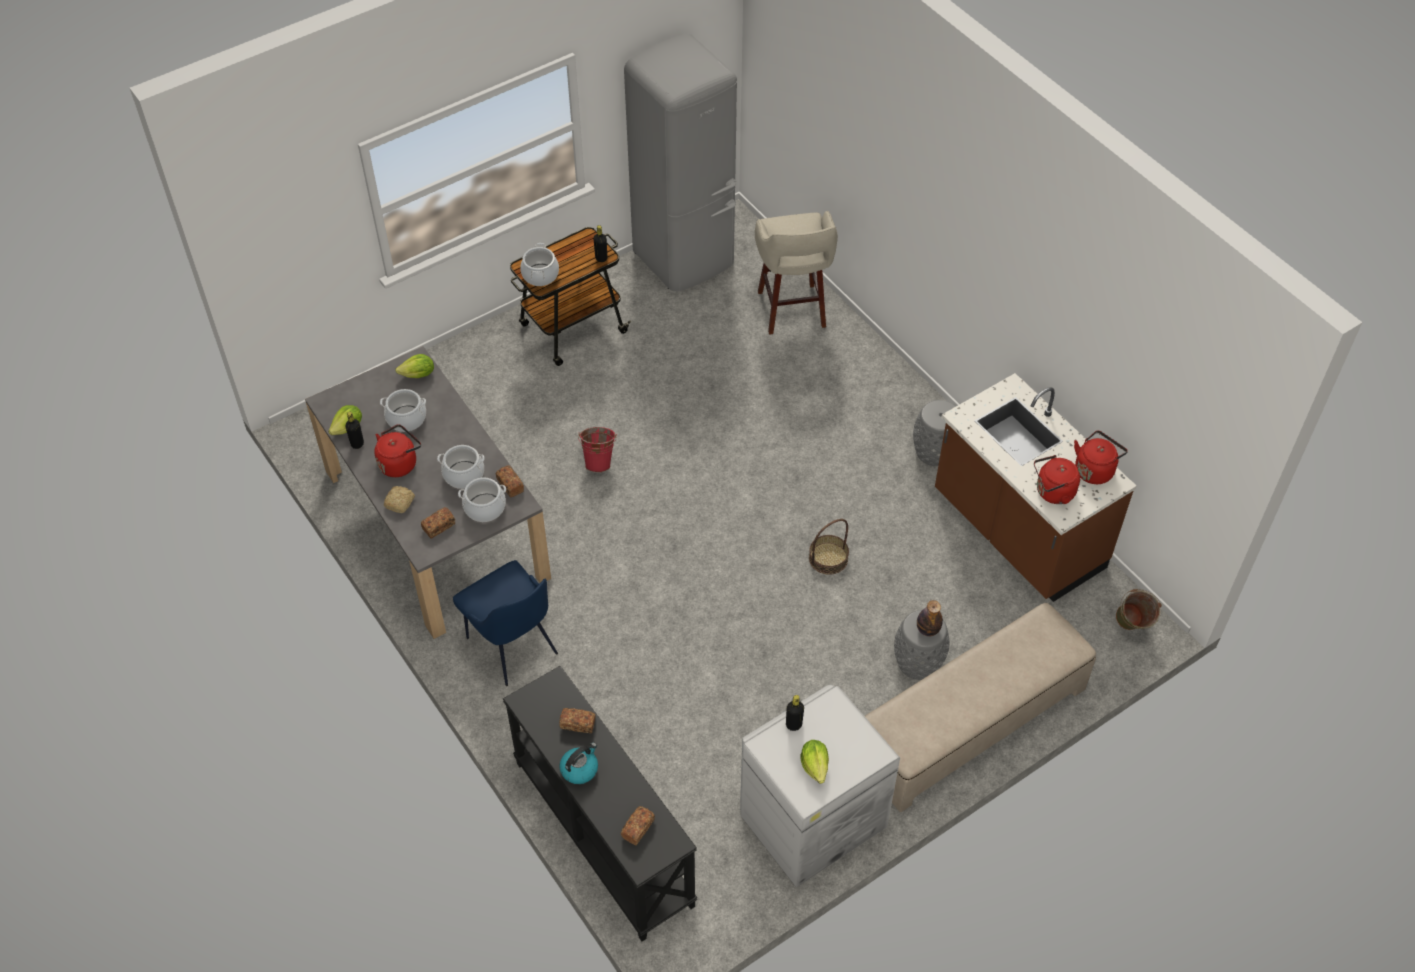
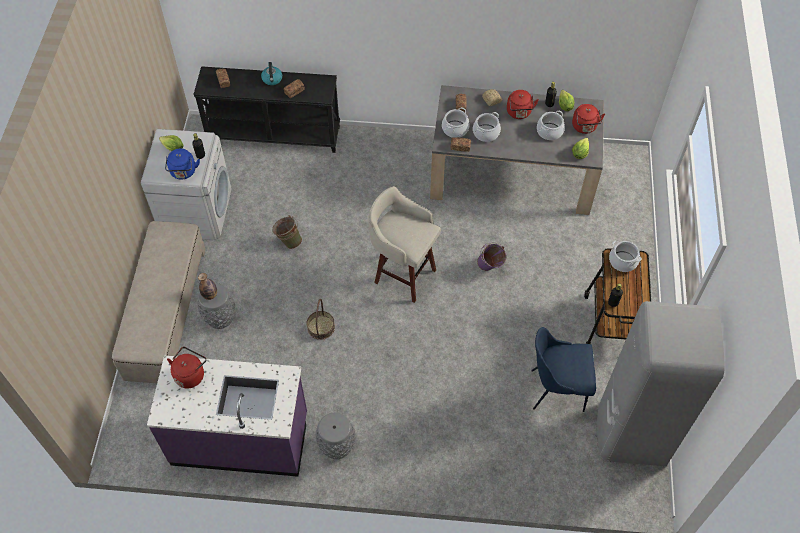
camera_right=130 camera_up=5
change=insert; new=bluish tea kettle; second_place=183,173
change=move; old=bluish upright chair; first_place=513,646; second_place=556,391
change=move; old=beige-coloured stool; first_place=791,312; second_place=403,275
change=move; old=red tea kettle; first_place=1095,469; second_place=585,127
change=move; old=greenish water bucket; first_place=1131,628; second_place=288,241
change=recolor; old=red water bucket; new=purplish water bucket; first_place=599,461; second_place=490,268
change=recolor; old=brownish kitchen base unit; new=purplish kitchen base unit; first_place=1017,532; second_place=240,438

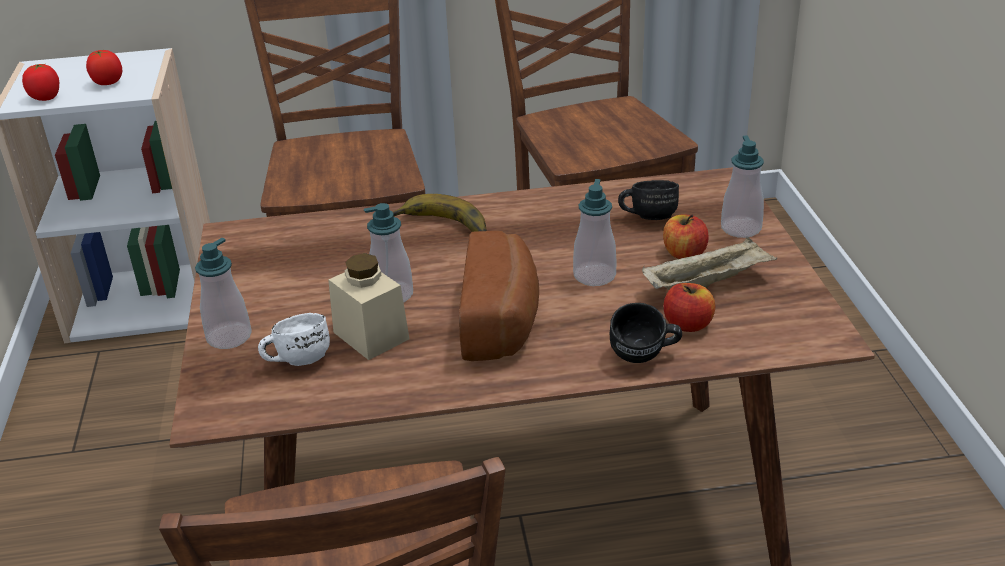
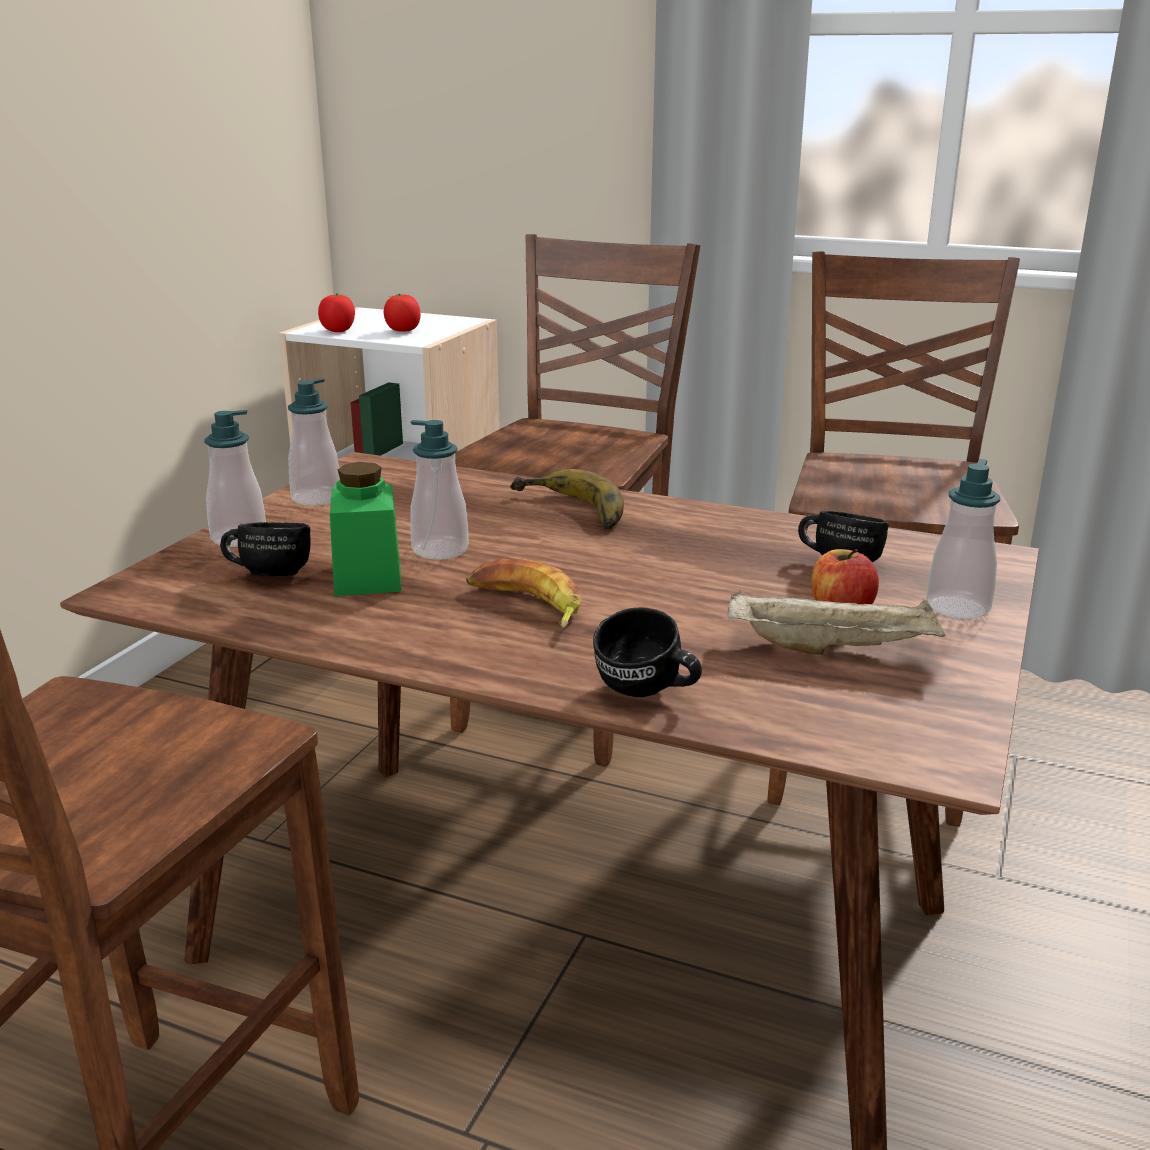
camera_right=30 camera_up=-10
change=delete; old=apple fruit; first_place=688,324
change=move; old=liquid soap bottle; first_place=594,275; second_place=316,498
change=replace; old=baked bread; new=whole banana; first_place=503,319; second_place=526,605
change=recolor; old=white mug; new=black mug; first_place=297,359; second_place=269,574
change=recolor; old=beige-coloured jar; new=greenish jar; first_place=371,335; second_place=368,577

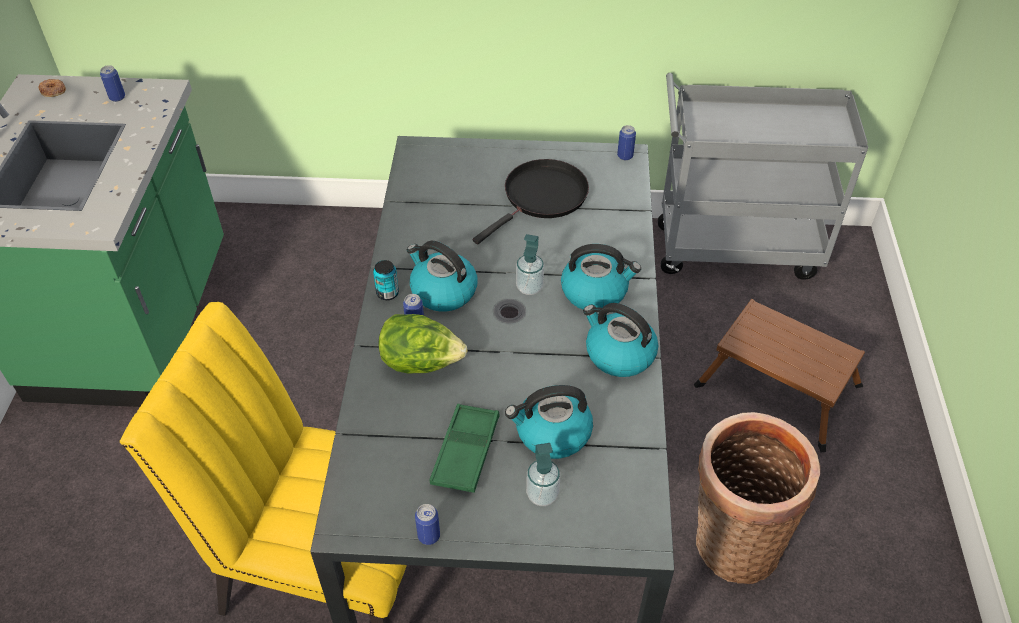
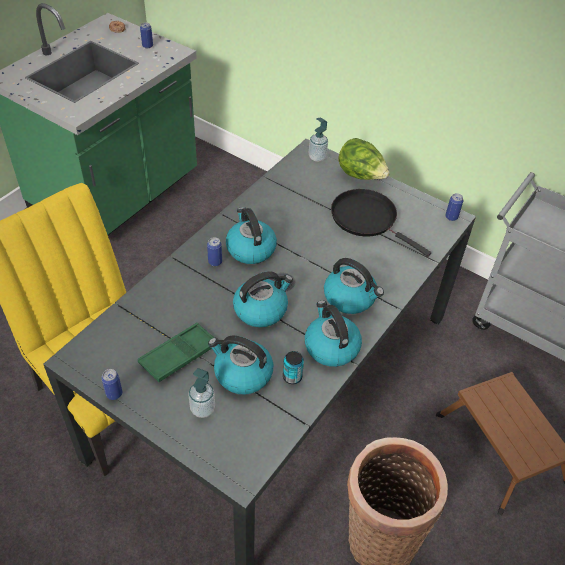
camera_right=30 camera_up=0
change=insert; new=tea kettle; second_place=261,309
change=move; old=metal can; first_place=387,293; second_place=292,377
change=move; old=head of lettuce; first_place=421,363; second_place=361,175
change=move; old=liquid soap bottle; first_place=529,287; second_place=317,157
change=rotate; old=black skillet; first_place=542,197; second_place=367,219; degrees=-120

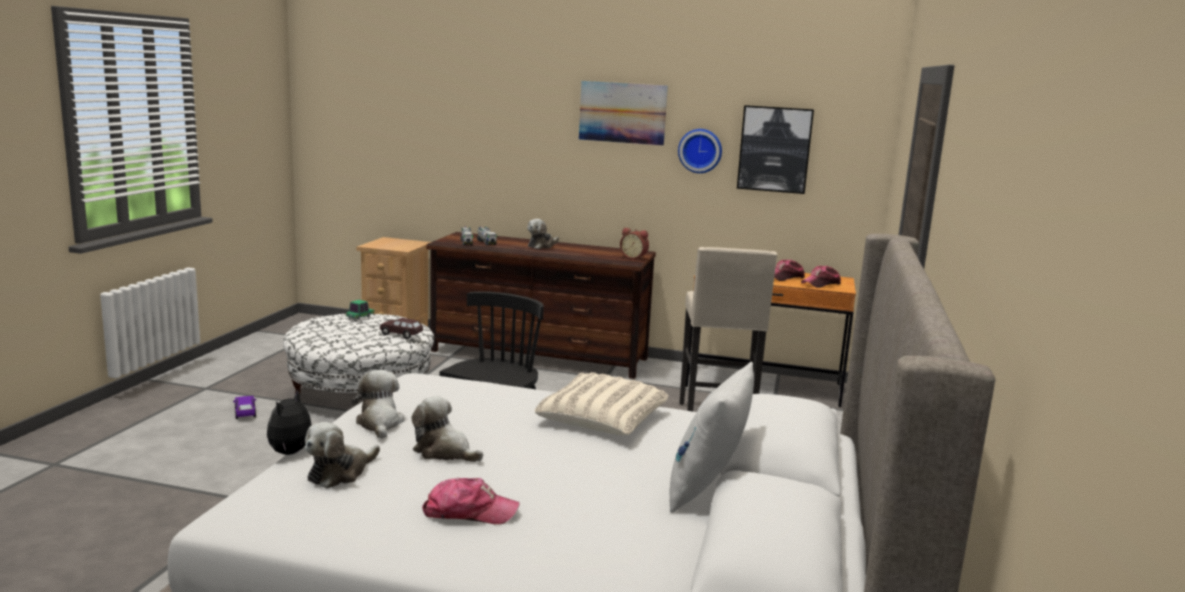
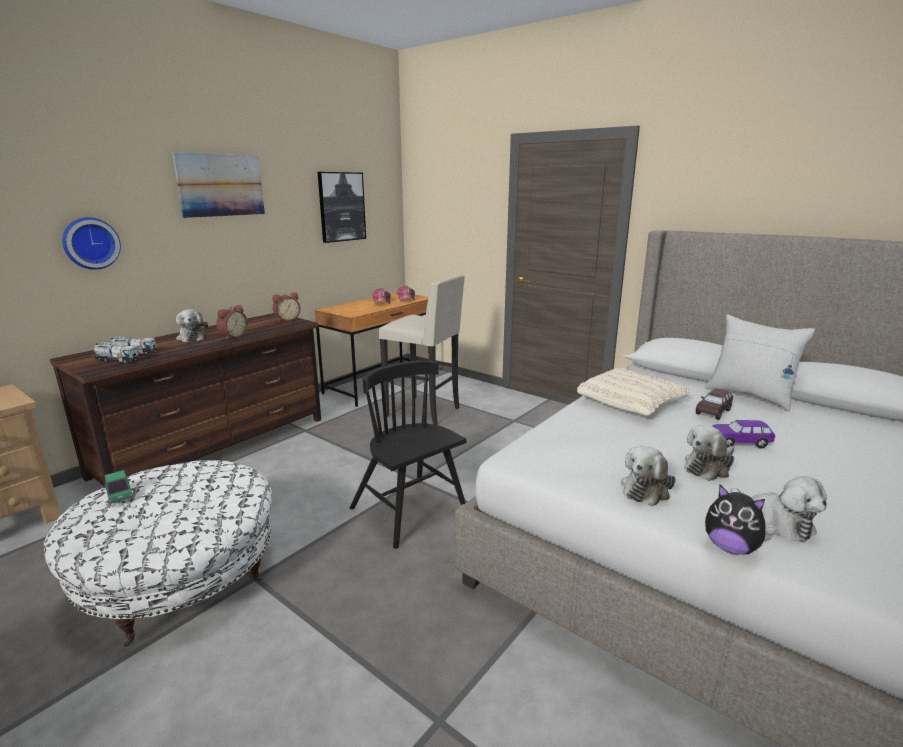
camera_right=-65 camera_up=5
change=delete; old=cap; first_place=469,512
change=insert; new=bedside clock; second_place=232,336
change=move; old=purplish model car; first_place=245,413; second_place=740,442
change=move; old=brownish model car; first_place=401,334; second_place=713,412
change=move; old=wall clock; first_place=700,150; second_place=90,243
change=rotate; old=plush toy; first_place=379,423; second_place=646,489; degrees=-60

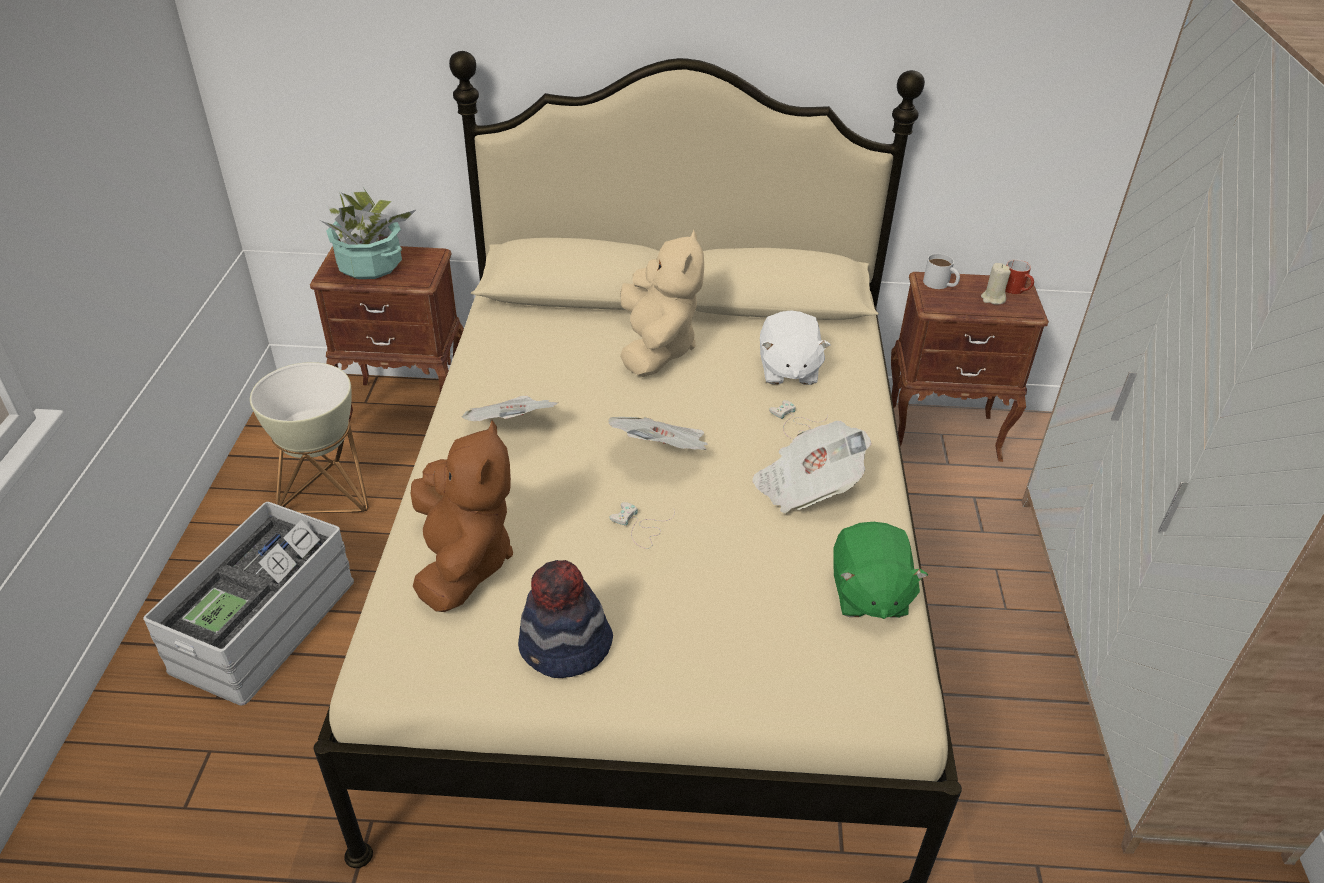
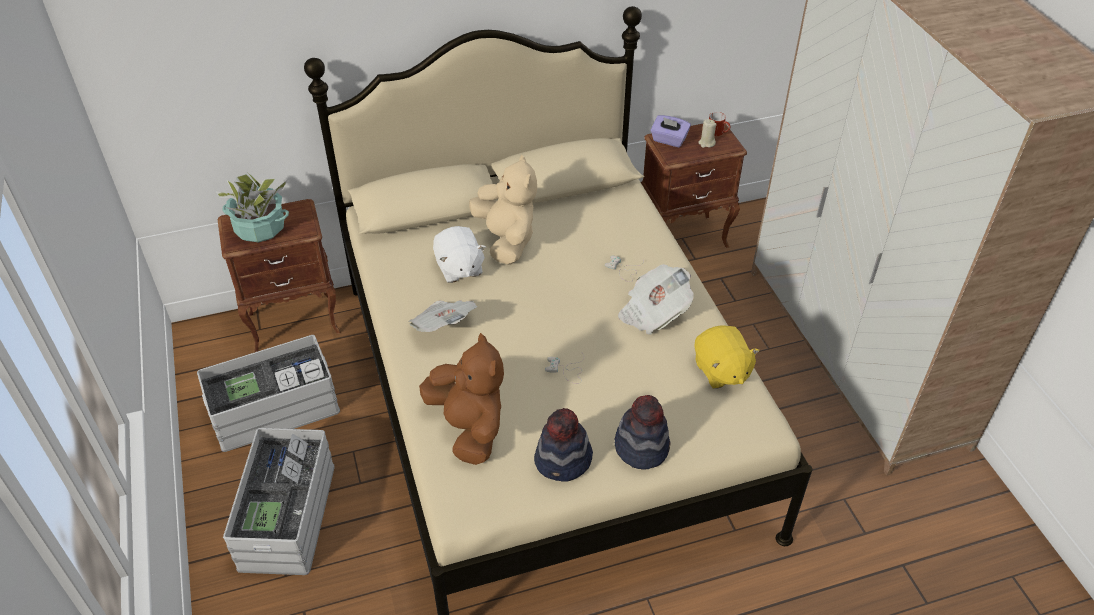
camera_right=-20 camera_up=5
change=delete; old=printed paper; first_place=662,453
change=insert; new=hat; second_place=641,447
change=move; old=white plush toy; first_place=788,370; second_place=459,268
change=replace; old=plant pot; new=greyish storage bin; first_place=327,493; second_place=274,407
change=replace; old=white mug; new=purplish tissue holder; first_place=940,284; second_place=669,140
change=recolor; old=greenish plush toy; new=yellow-coloured plush toy; first_place=868,594; second_place=721,371

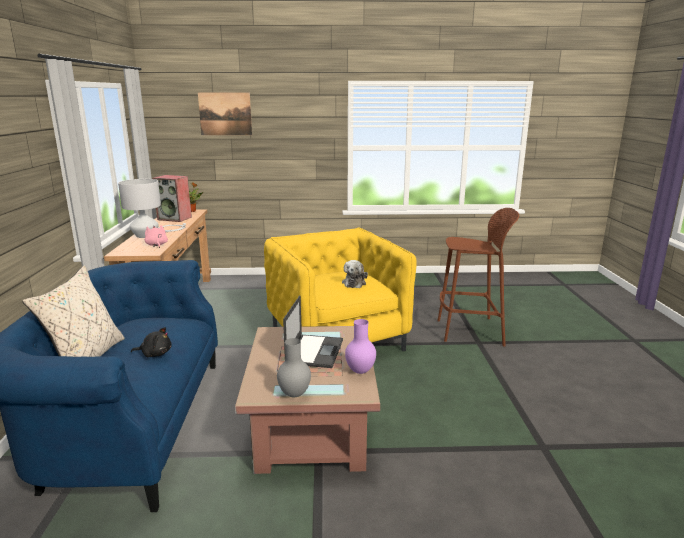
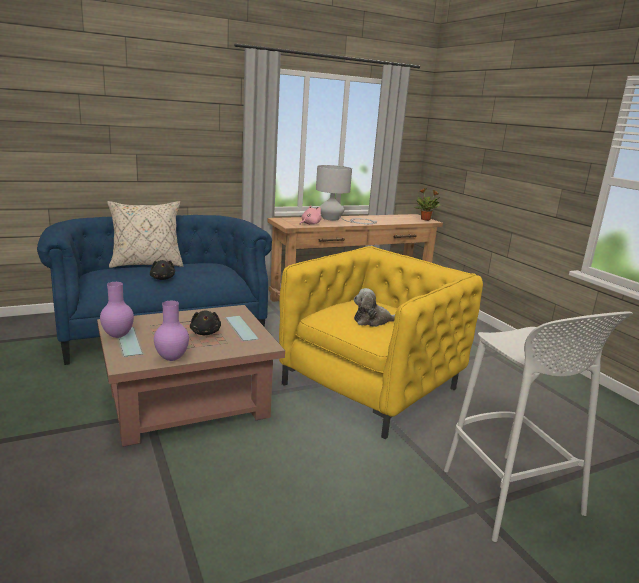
camera_right=65 camera_up=0
change=delete; old=audio speaker; first_place=175,218
change=delete; old=wall picture; first_place=225,114
change=replace; old=portable computer; new=black plush toy; first_place=314,351; second_place=205,333
change=recolor; old=greyish vase; new=purplish vase; first_place=294,395; second_place=117,336
change=recolor; old=brownish stool; new=white stool; first_place=471,331; second_place=508,496

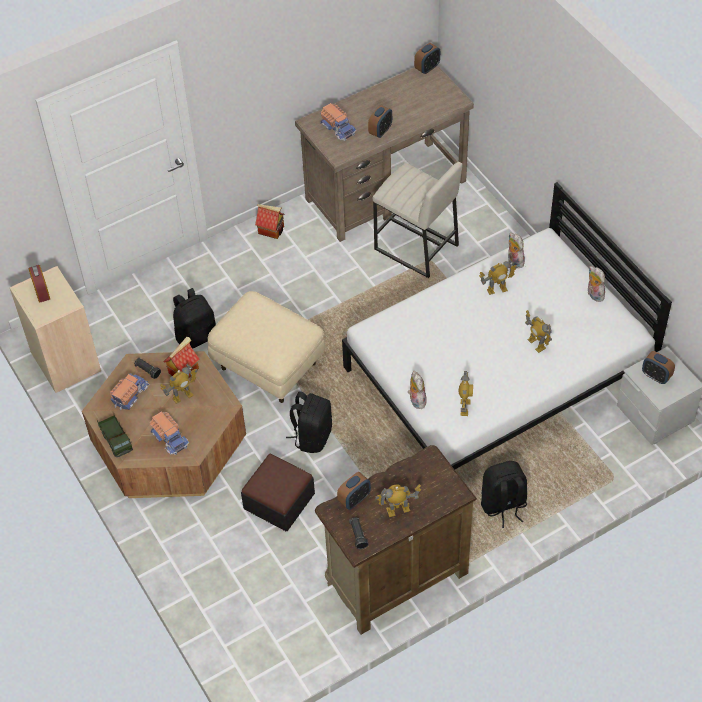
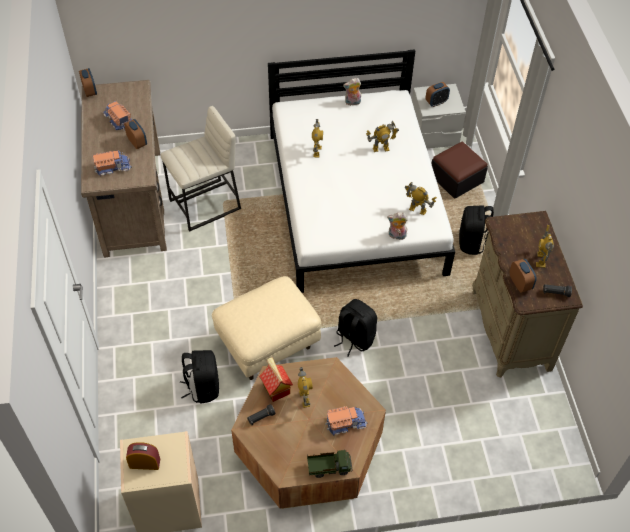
camera_right=-70 camera_up=0
change=delete; old=miniature house; first_place=271,229
change=delete; old=plush toy; first_place=514,261
change=move; old=toy lorry; first_place=130,394; second_place=118,120
change=move; old=ottoman; first_place=279,501; second_place=456,178

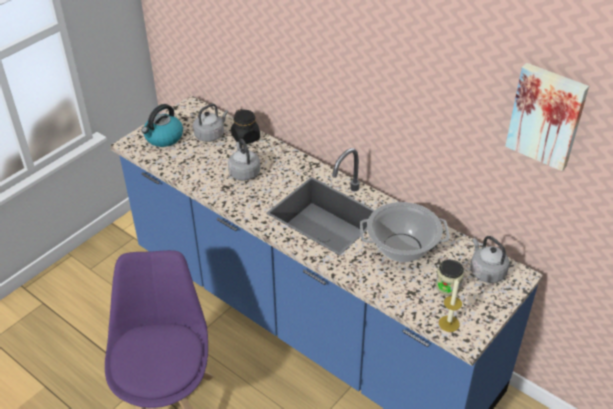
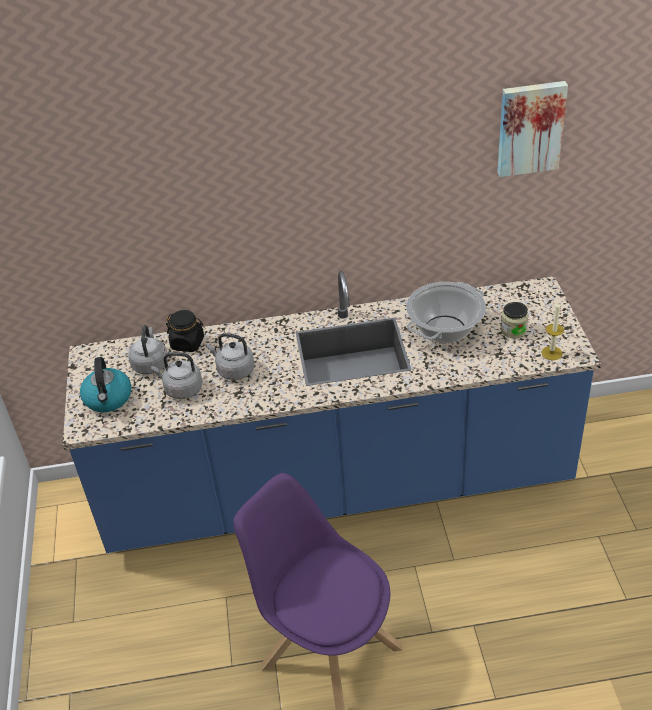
camera_right=-45 camera_up=0
change=move; old=greyish tea kettle; first_place=486,271; second_place=181,389

